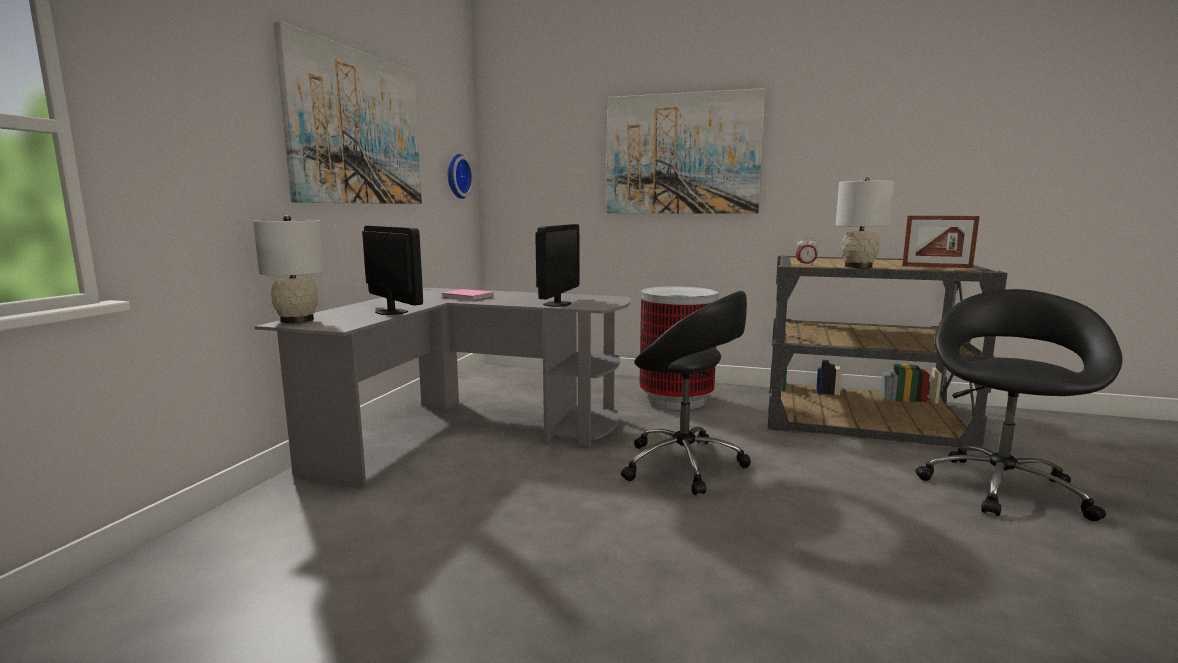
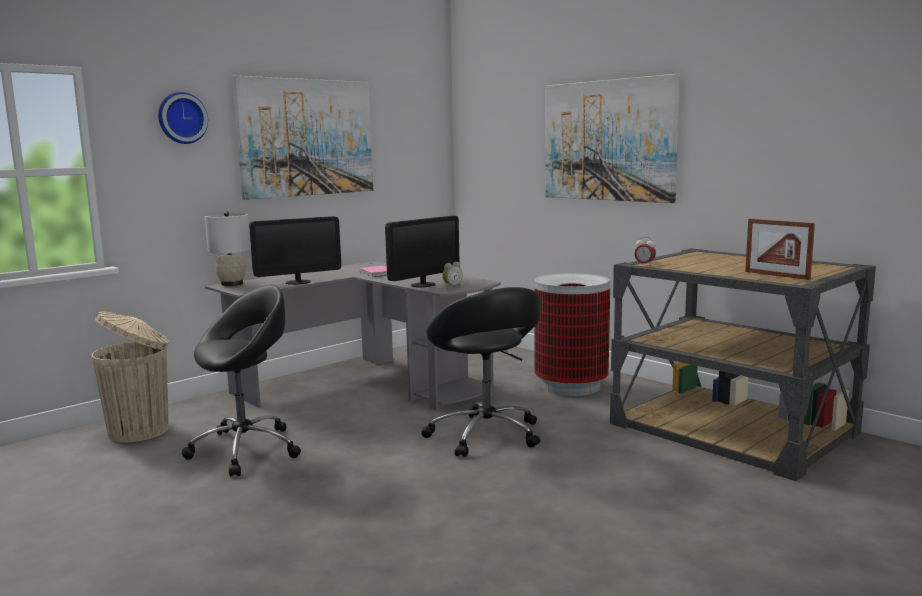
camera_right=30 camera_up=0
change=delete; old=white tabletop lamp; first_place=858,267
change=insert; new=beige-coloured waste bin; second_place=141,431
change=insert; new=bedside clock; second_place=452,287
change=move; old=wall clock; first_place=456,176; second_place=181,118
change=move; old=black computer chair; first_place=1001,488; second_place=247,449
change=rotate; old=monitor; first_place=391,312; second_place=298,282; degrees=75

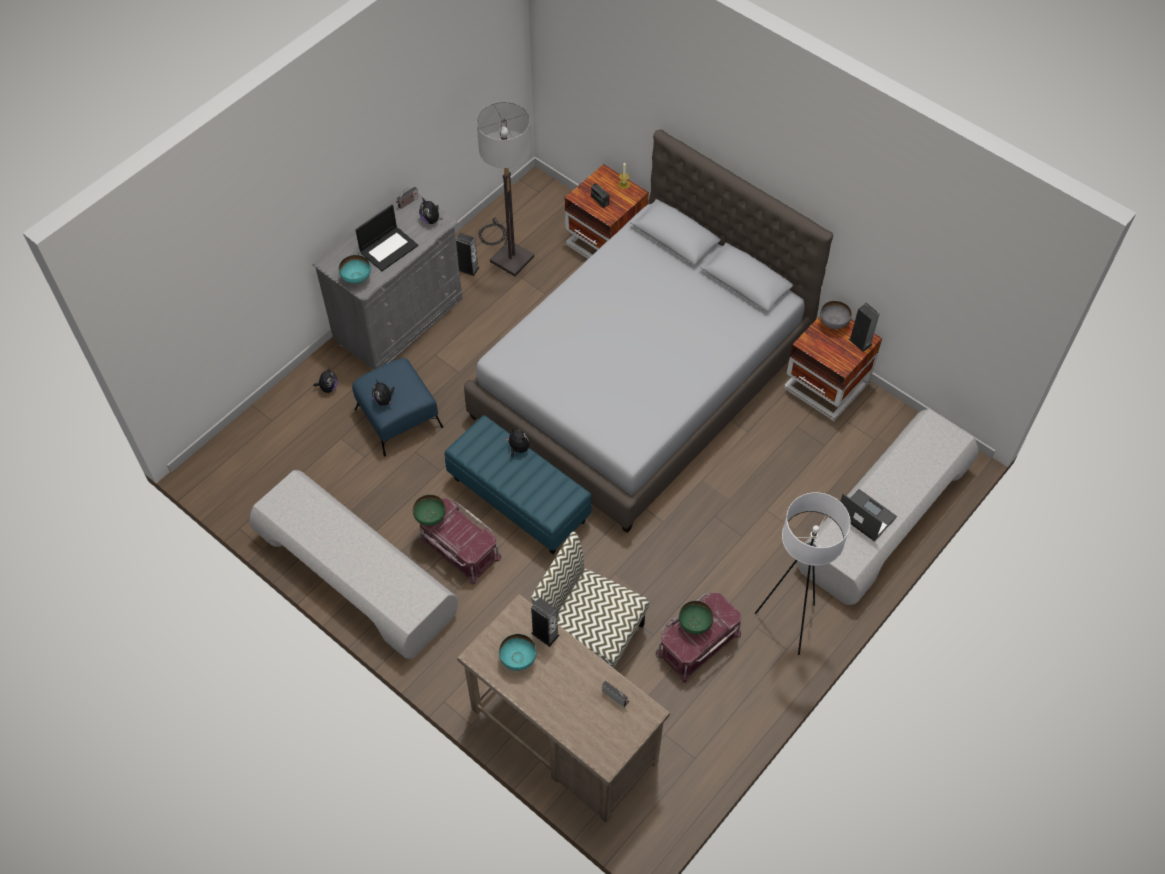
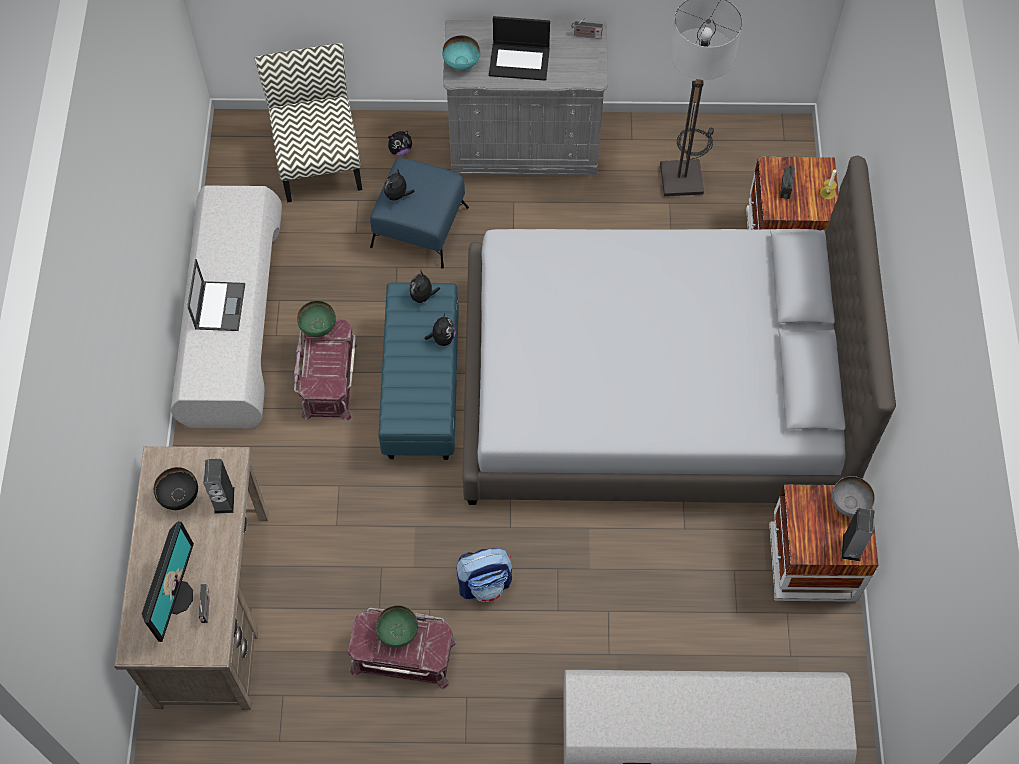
camera_right=50 camera_up=5
change=delete; old=audio speaker; first_place=468,268
change=delete; old=white standard lamp; first_place=788,623
change=insert; new=monitor; second_place=176,597
change=insert; new=backpack; second_place=485,583
change=move; old=plush toy; first_place=431,220; second_place=423,296
change=move; old=upright chair; first_place=590,635; second_place=318,160
change=move; old=portable computer; first_place=865,515; second_place=220,306
change=recolor; old=turquoise-coloured serving bowl; new=black serving bowl; first_place=518,659; second_place=180,497

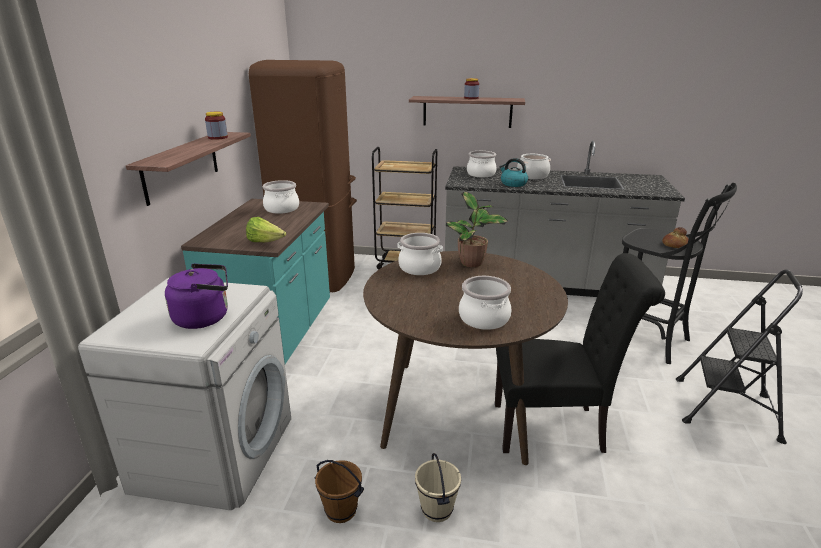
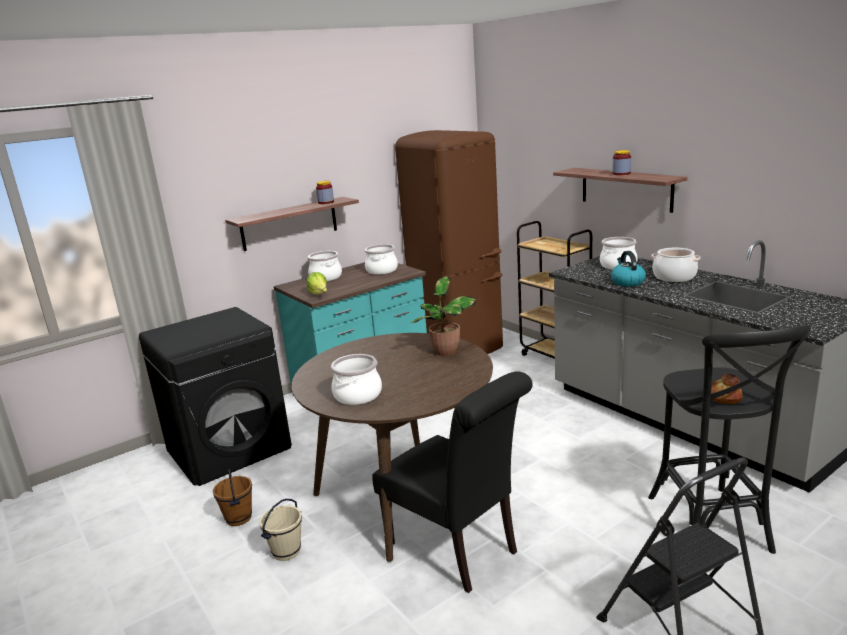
camera_right=45 camera_up=-5
change=delete; old=purplish tea kettle; first_place=205,317
change=move; old=cooking pot; first_place=419,268; second_place=325,277
change=recolor; old=white laundry machine; new=black laundry machine; first_place=219,451; second_place=232,449

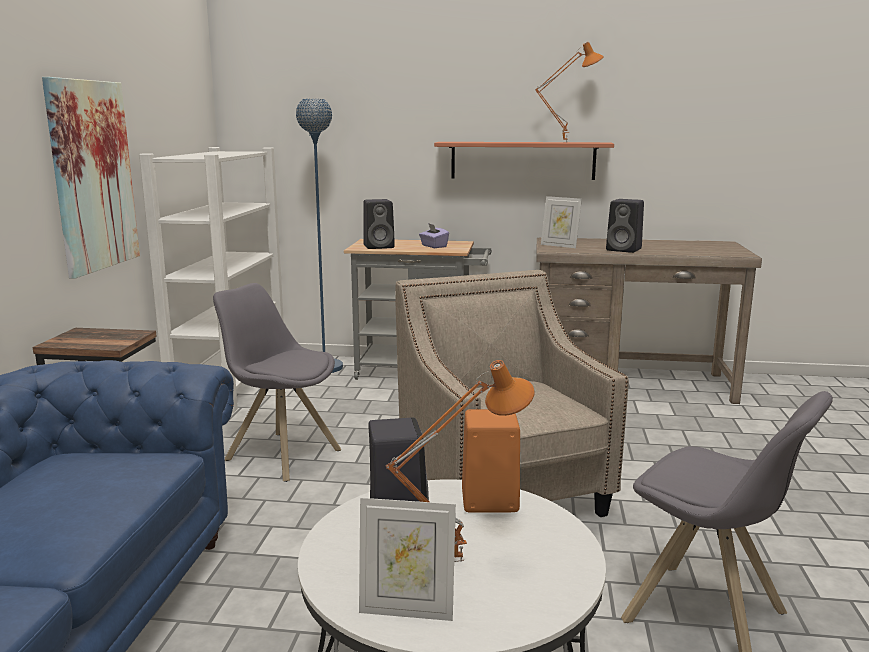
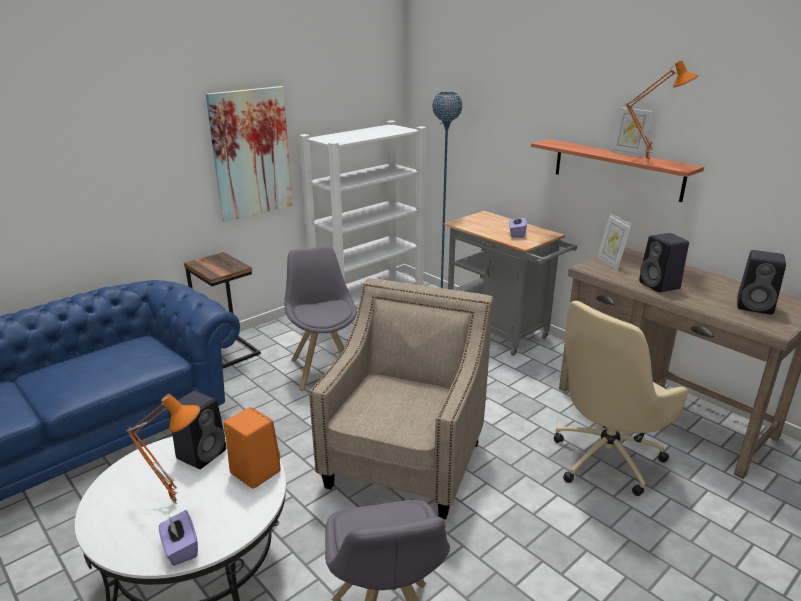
camera_right=40 camera_up=10
change=insert; new=purplish tissue holder; second_place=180,549
change=insert; new=beige-coloured computer chair; second_place=605,459
change=move; old=photo frame; first_place=407,610; second_place=627,154
change=move; old=black audio speaker; first_place=380,246; second_place=756,306

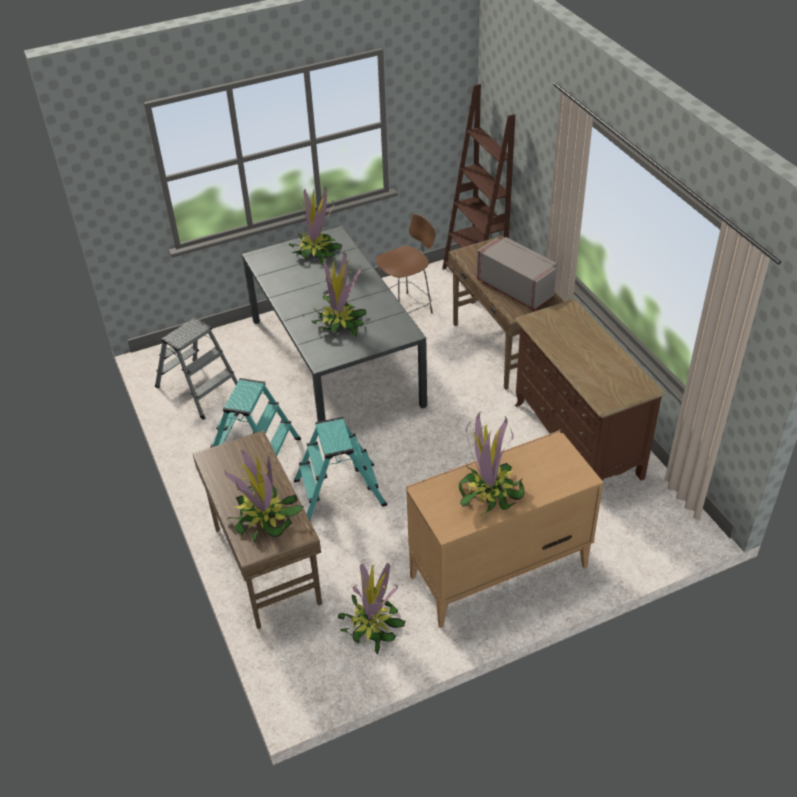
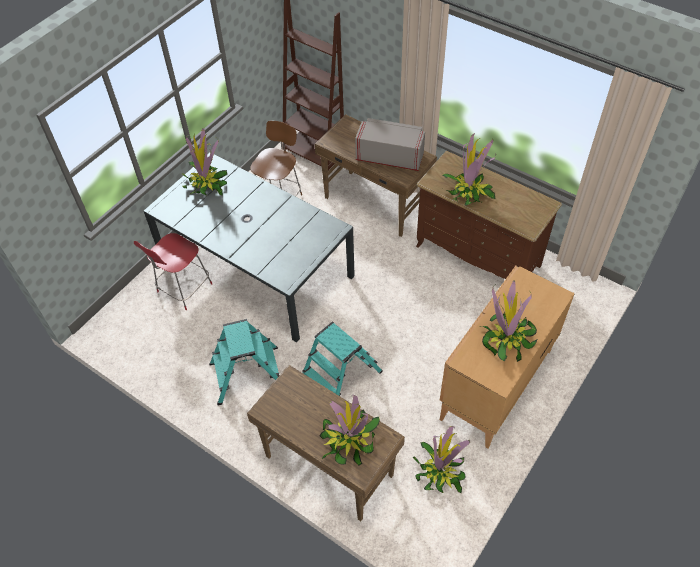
camera_right=-30 camera_up=10
change=delete; old=greyish step stool; first_place=198,388
change=insert; new=red upright chair; second_place=183,289
change=move; old=potted plant; first_place=339,322; second_place=468,192

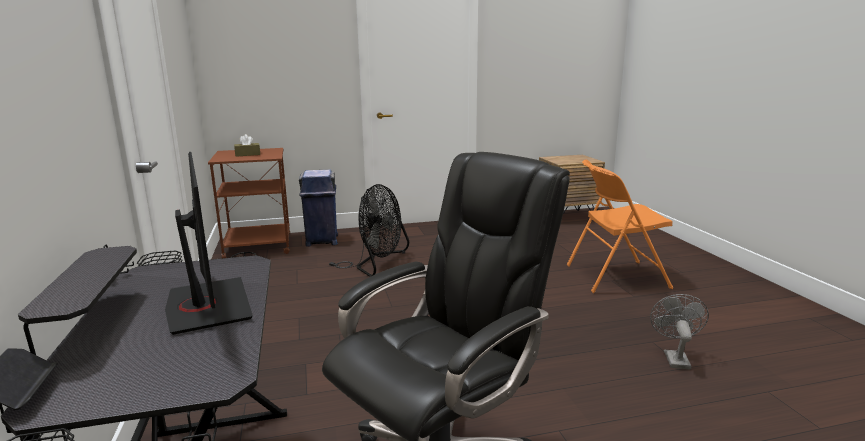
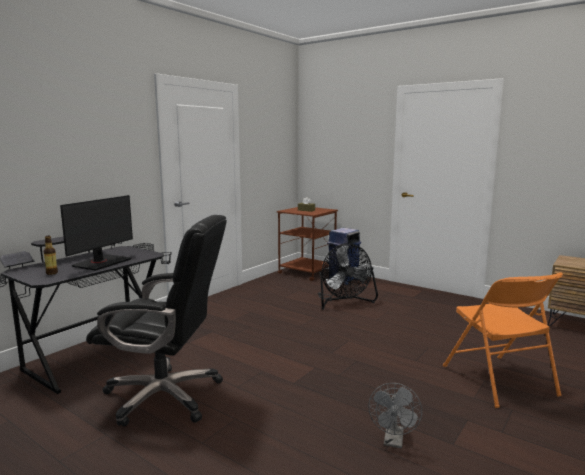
camera_right=50 camera_up=-5
change=insert; new=bottle; second_place=52,273
change=rotate; old=orange-coloured upright chair; first_place=616,276; second_place=498,380; degrees=-150
change=rotate; old=greyish cooling fan; first_place=674,357; second_place=394,441; degrees=135

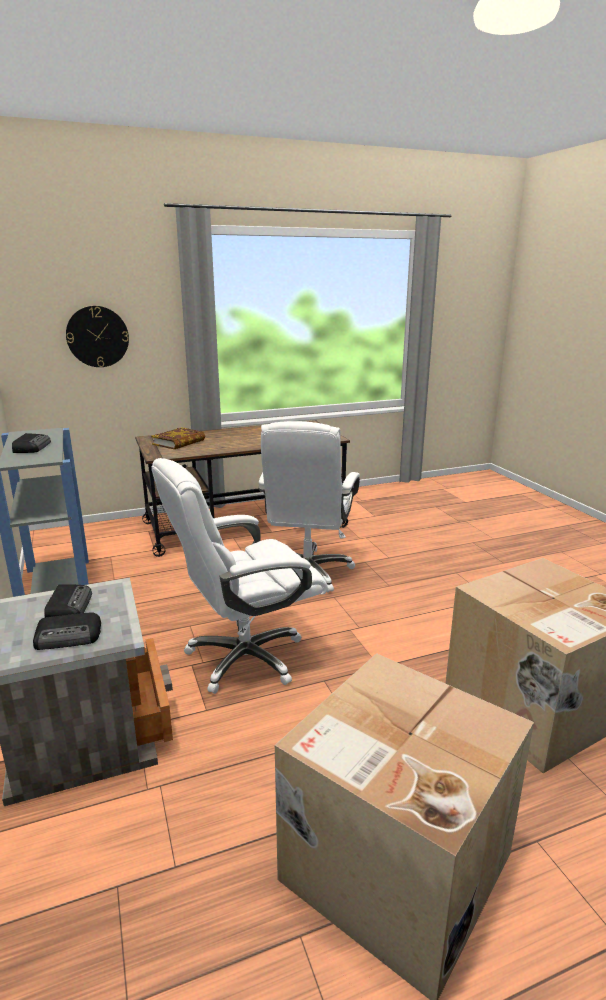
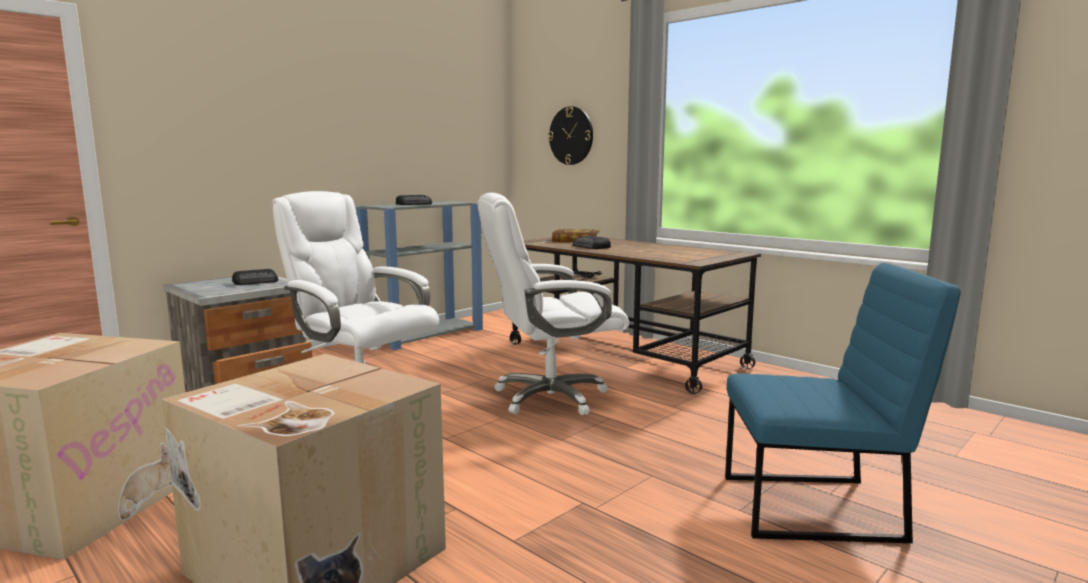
camera_right=65 camera_up=-10
change=insert; new=bluish upright chair; second_place=816,508
change=move; old=radio set; first_place=69,636; second_place=591,247

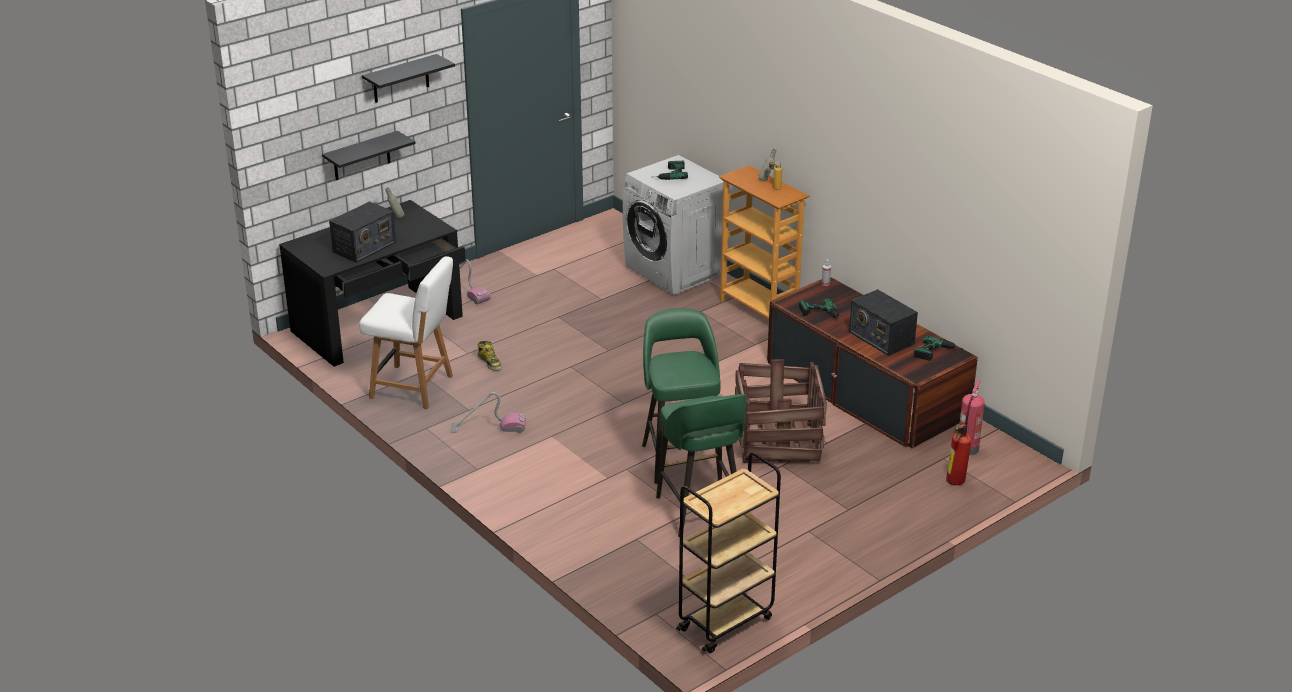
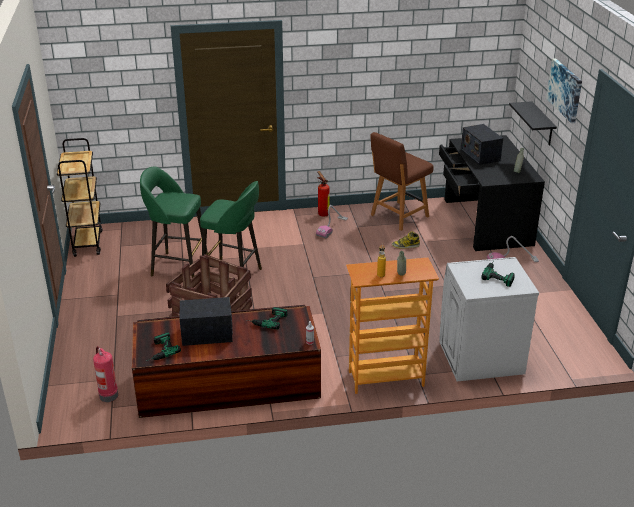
camera_right=120 camera_up=0
change=move; old=fire-fighting cylinder; first_place=954,482; second_place=322,213
change=replace; old=black shelf; new=wall picture; first_place=400,79; second_place=565,90
change=recolor; old=white upright chair; new=brownish upright chair; first_place=414,387; second_place=398,216

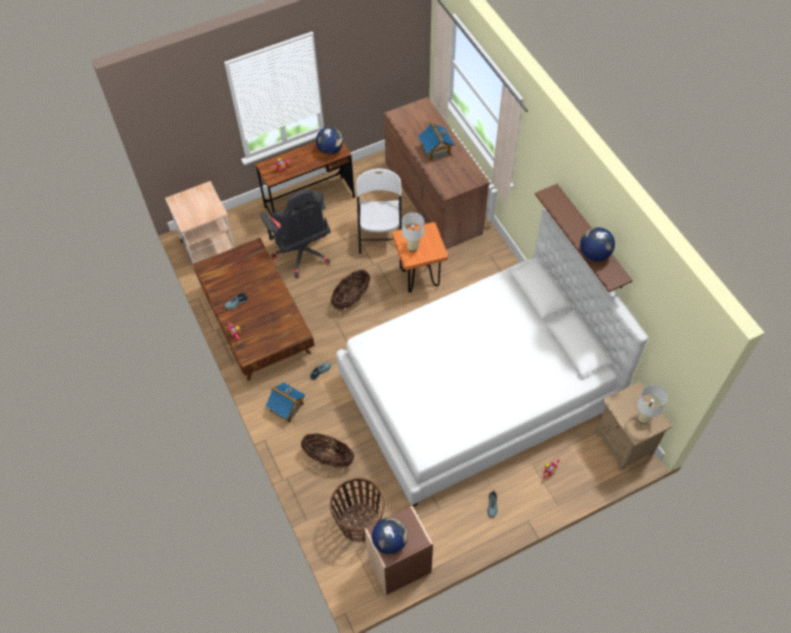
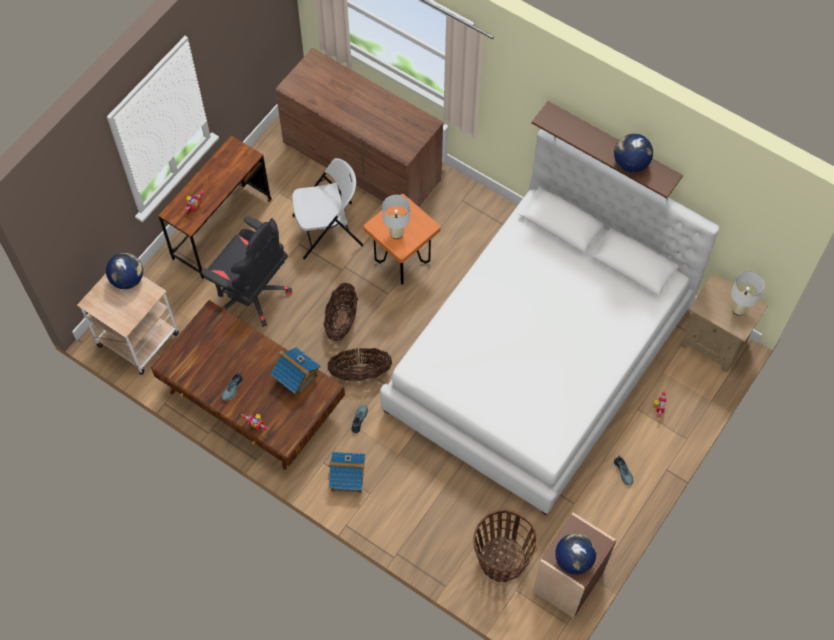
camera_right=-30 camera_up=5
change=move; old=basket; first_place=328,457; second_place=360,372
change=move; old=world globe; first_place=330,150; second_place=128,279
change=move; old=miniature house; first_place=435,150; second_place=296,378
change=rotate; old=white upright chair; first_place=380,234; second_place=327,230; degrees=105

